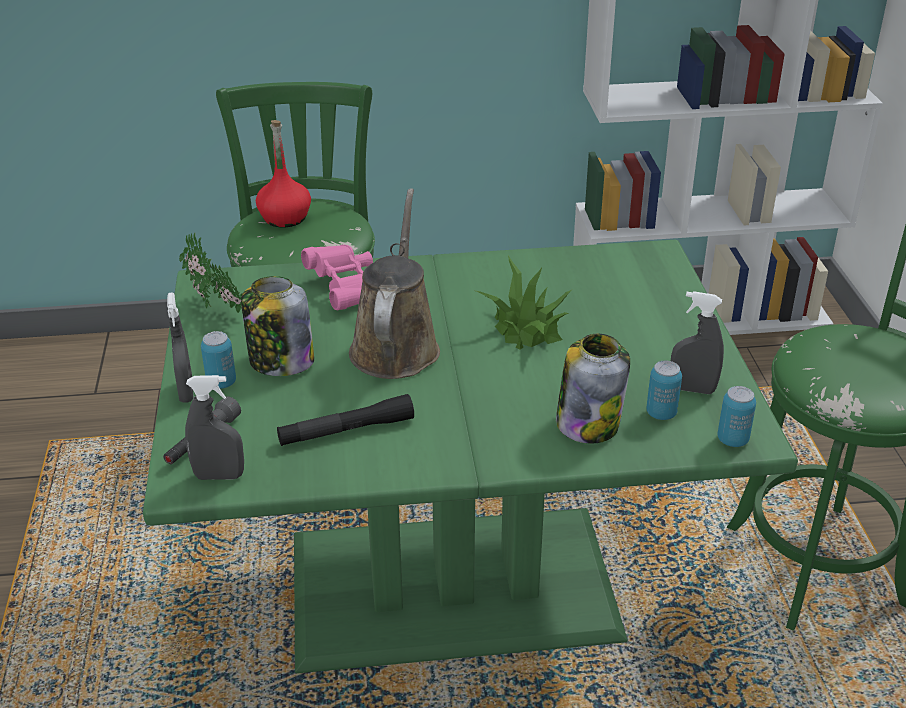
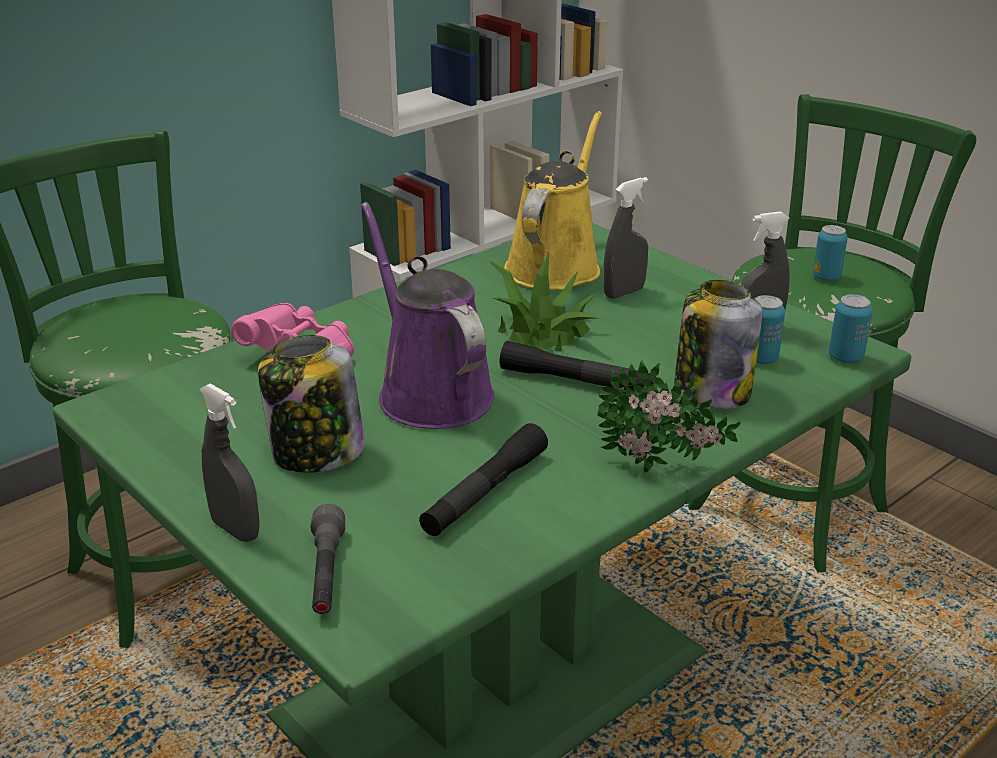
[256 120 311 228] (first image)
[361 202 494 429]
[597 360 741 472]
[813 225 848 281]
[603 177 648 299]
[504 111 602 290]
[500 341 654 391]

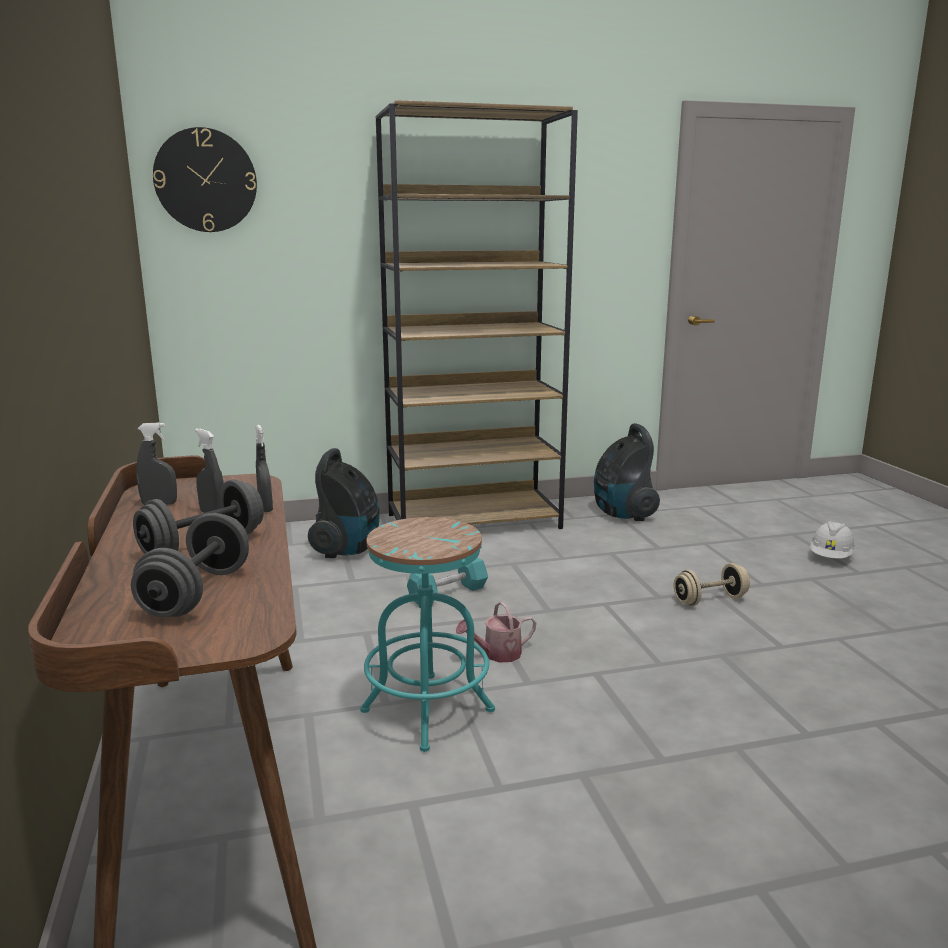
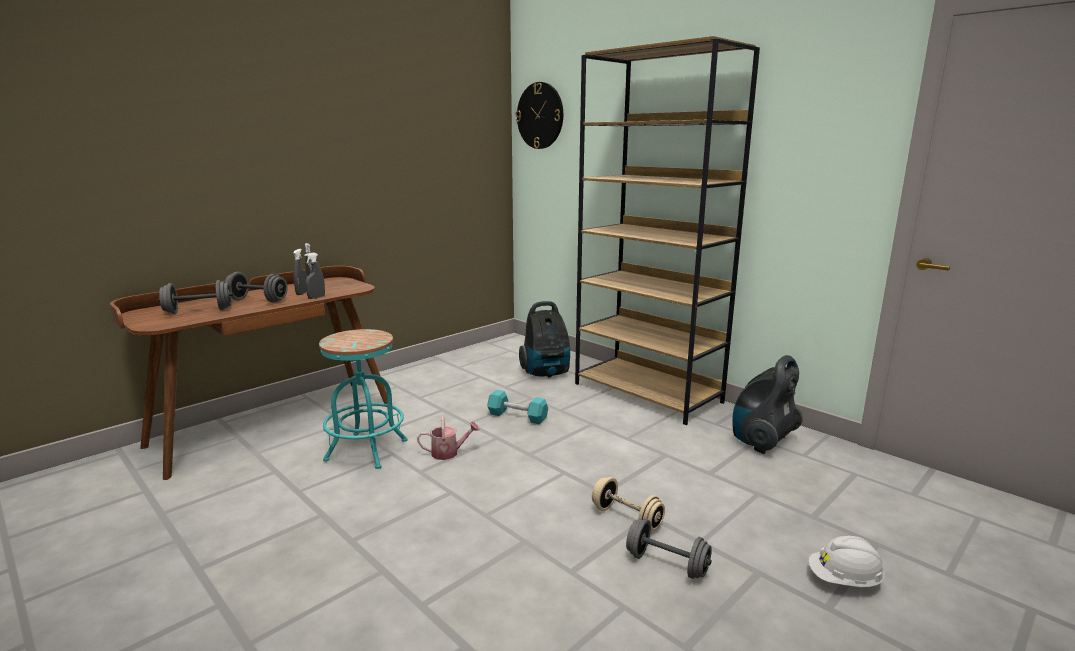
[417 416 480 460]
[626 519 712 579]

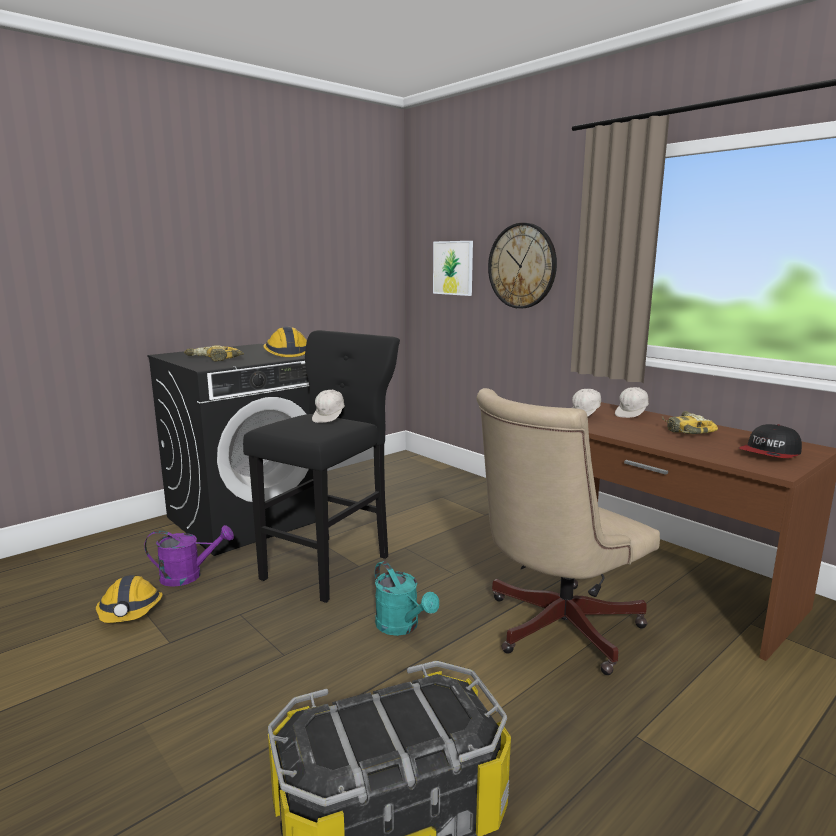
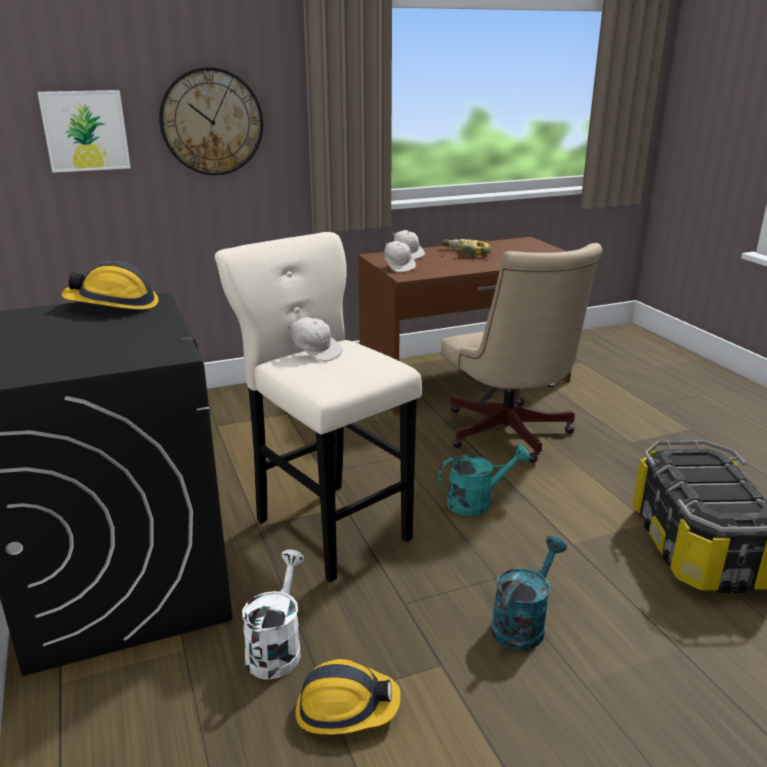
[215 232 422 582]
[184 346 244 361] (first image)
[739 424 802 458] (first image)
[242 549 304 680]
[491 536 567 651]

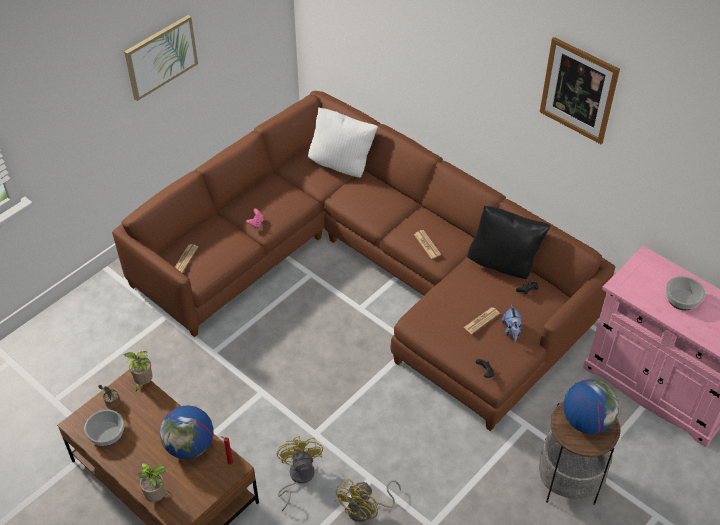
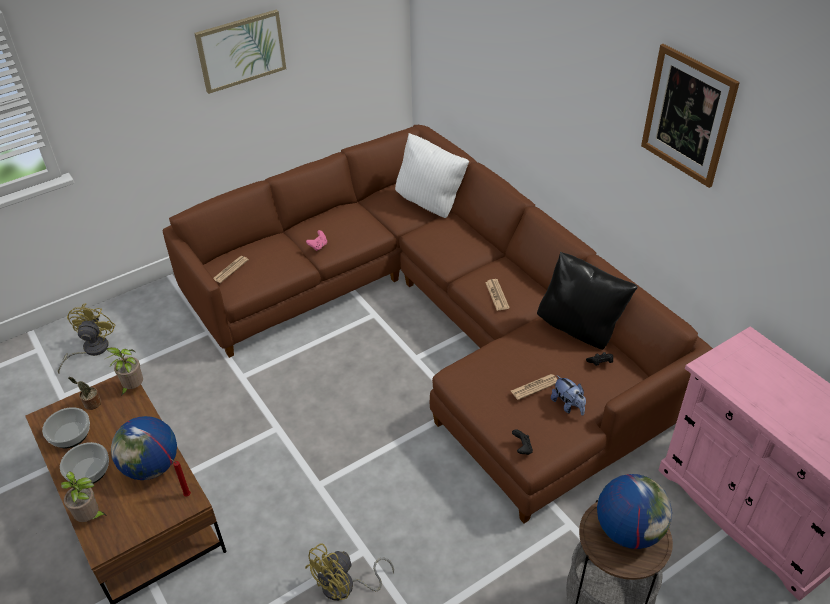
[60 442 109 484]
[551 375 586 416]
[58 303 115 373]

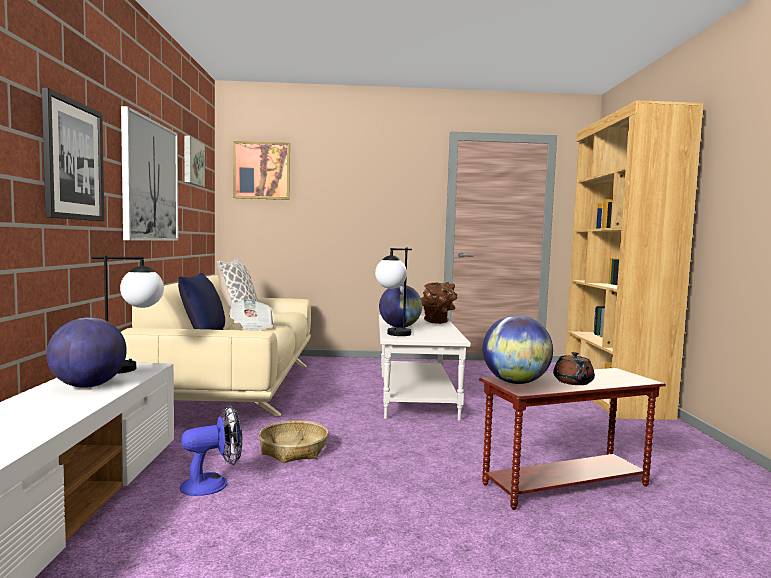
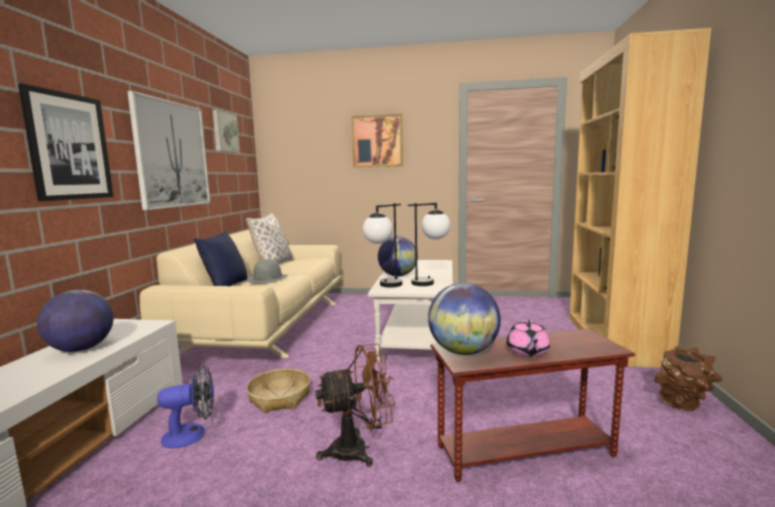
[351 114 403 168]
[408 203 450 286]
[654 346 723 411]
[247 259 288 284]
[507 320 550 357]
[315 343 395 467]

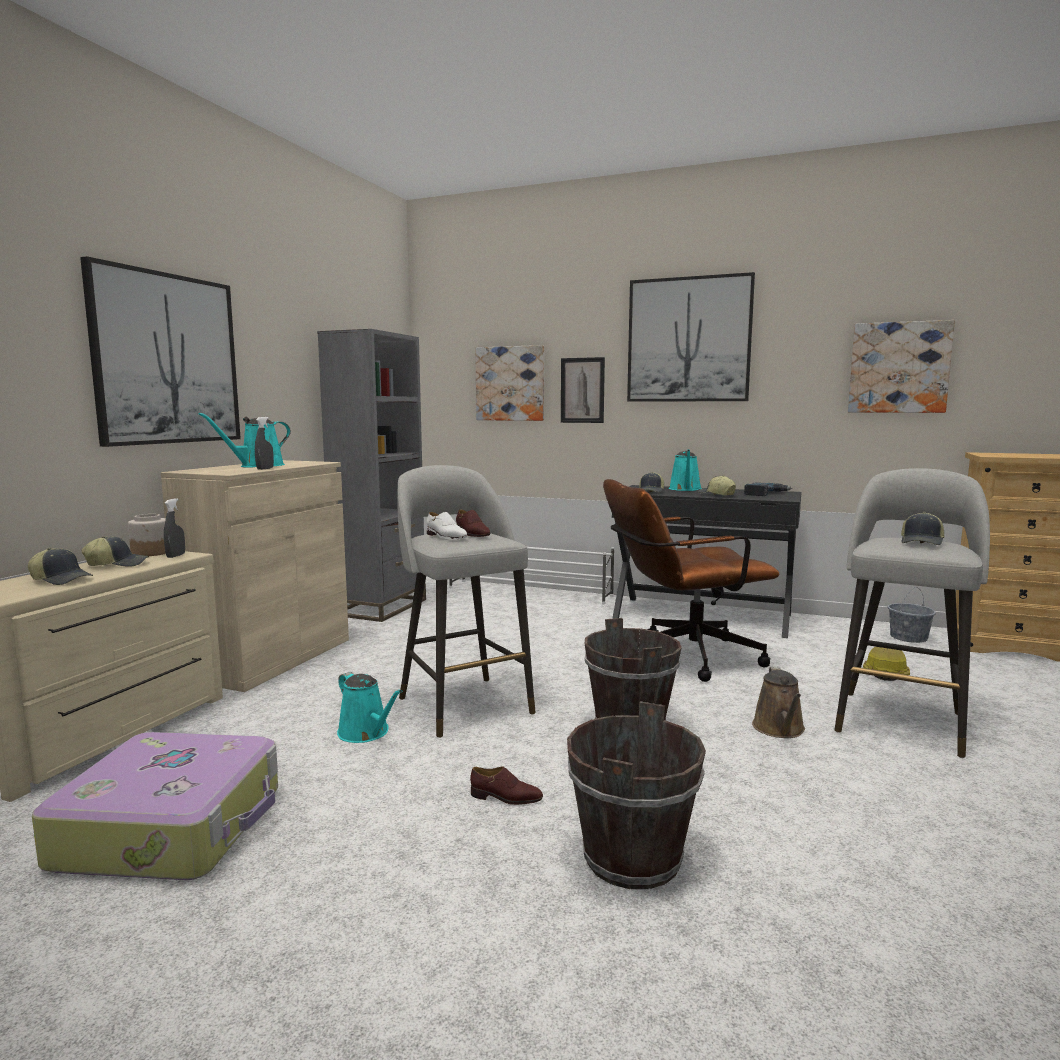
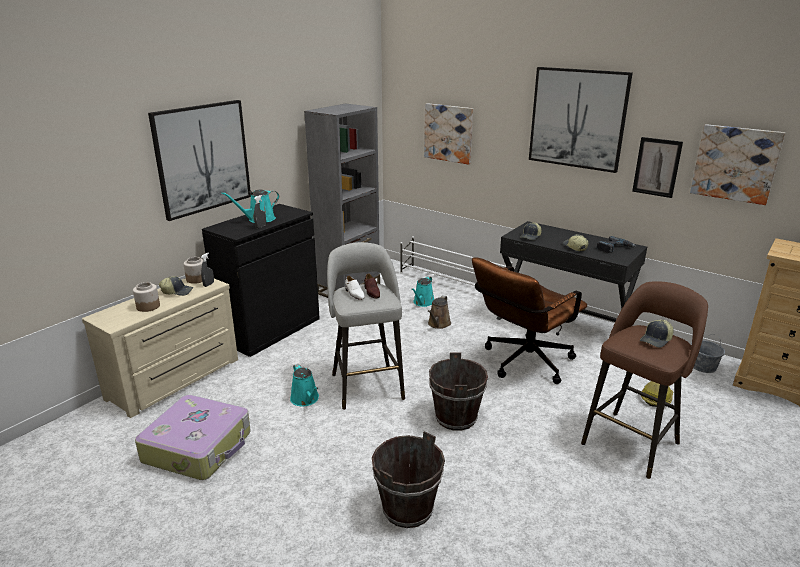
[632 137 683 198]
[411 276 434 307]
[202 204 320 357]
[581 281 708 479]
[472 257 587 384]
[133 282 160 312]
[428 296 451 329]
[470 766 543 805] (first image)

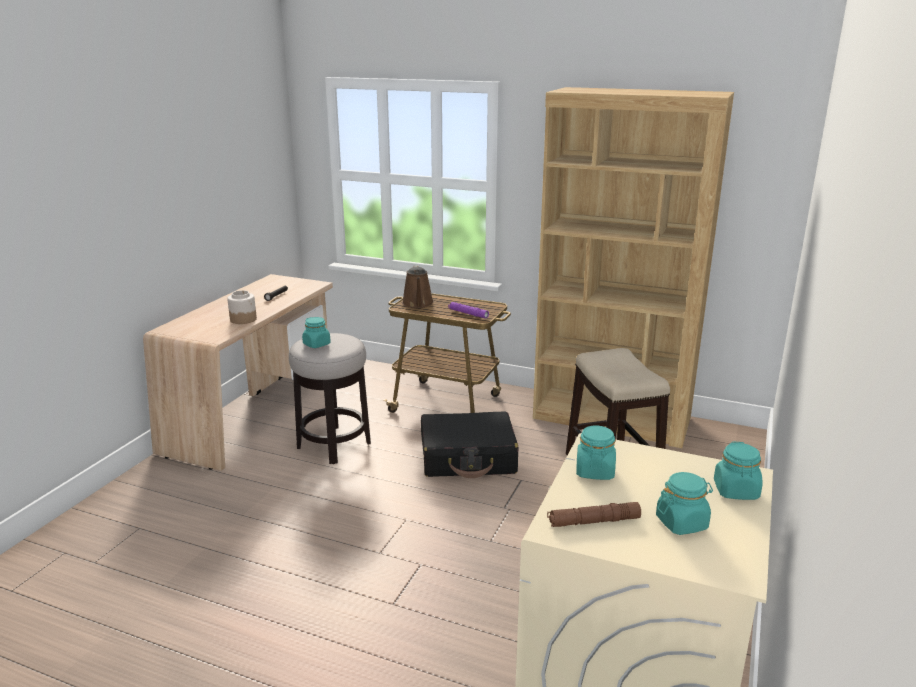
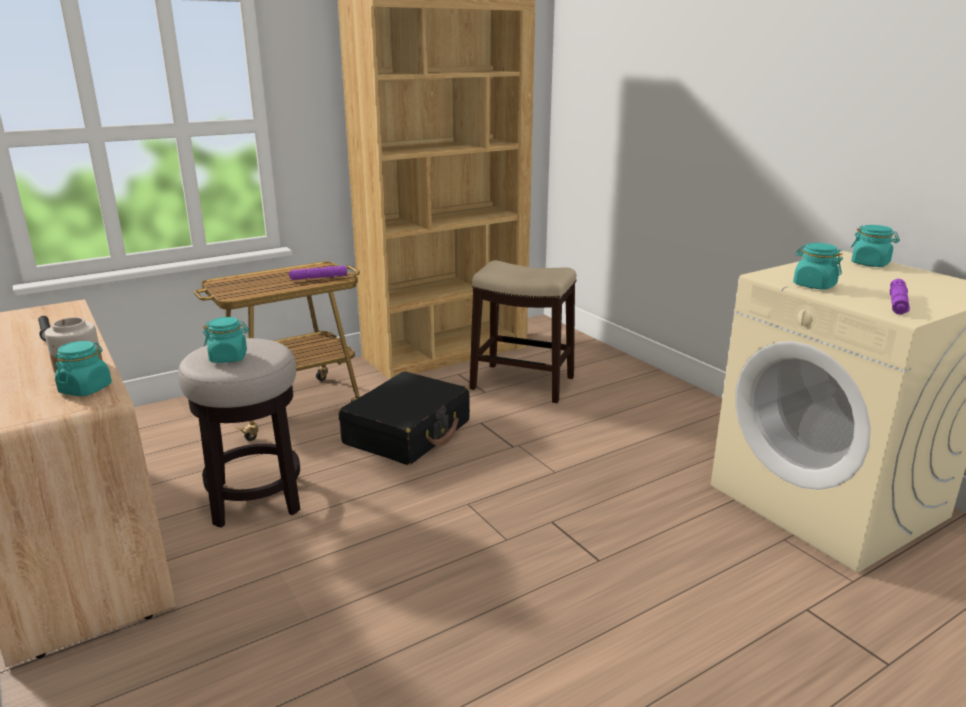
[402 265 434 308] (first image)
[55 341 112 396]
[890 279 910 315]

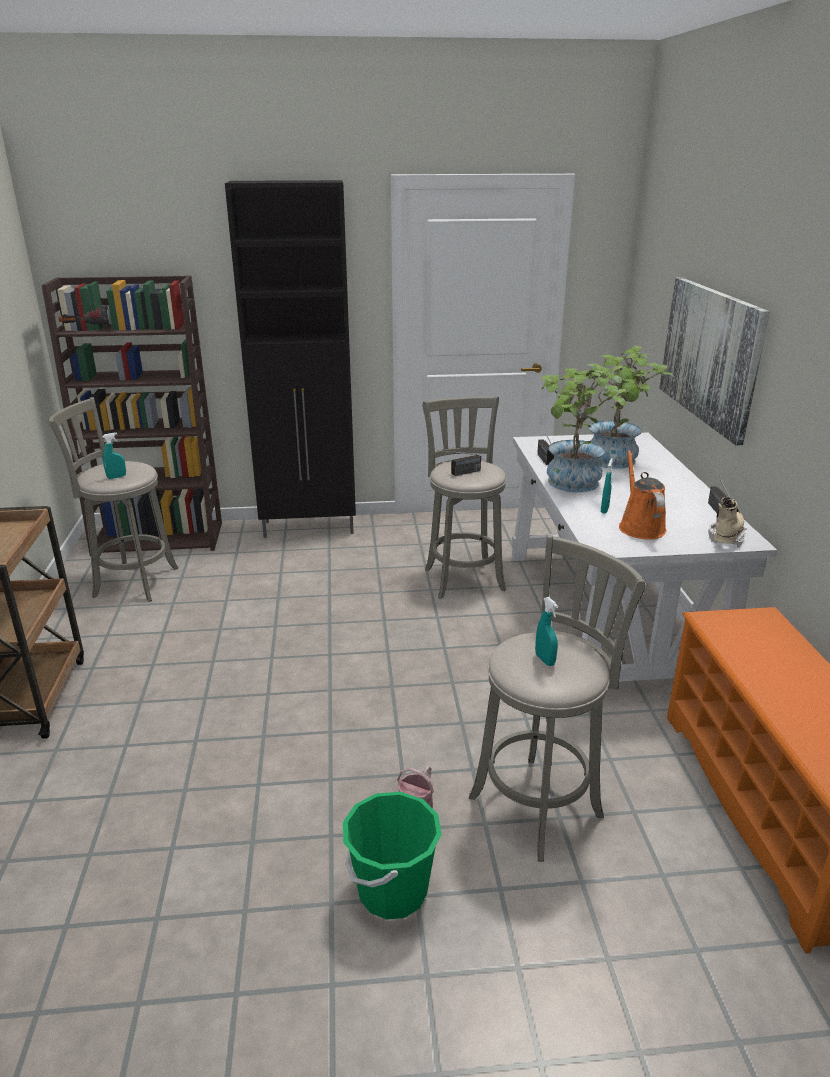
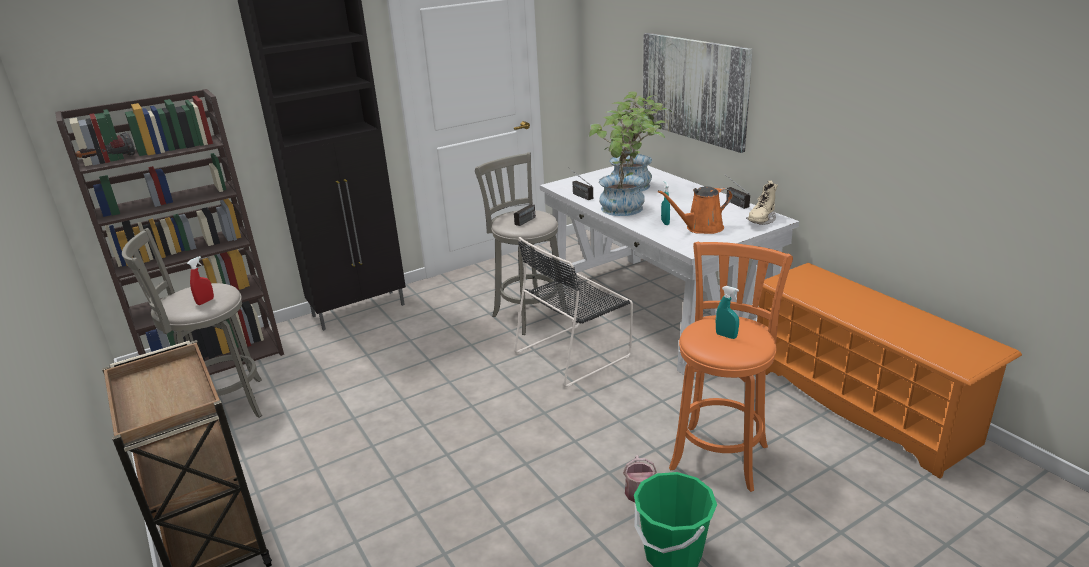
[187 256 214 305]
[658 186 733 234]
[746 181 778 225]
[669 241 793 492]
[514 237 633 387]

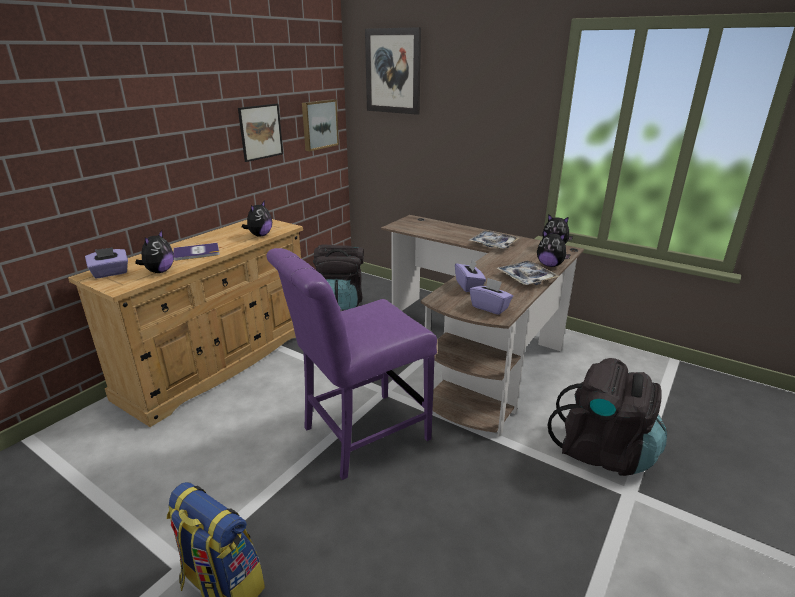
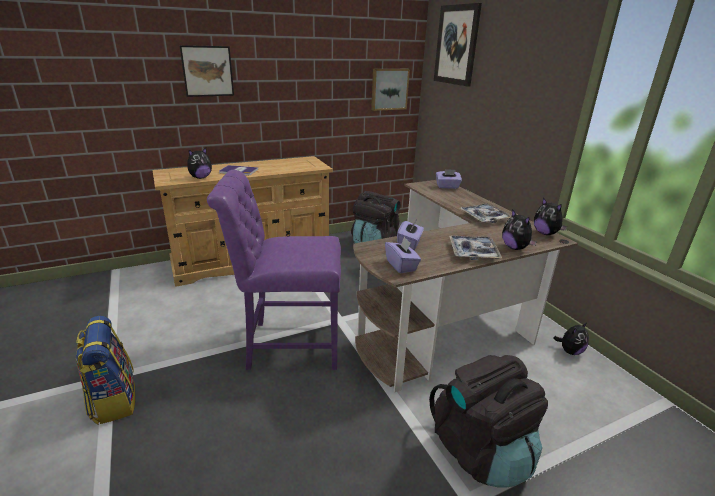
[179 45 234 97]
[554 322 589 355]
[436 169 462 189]

